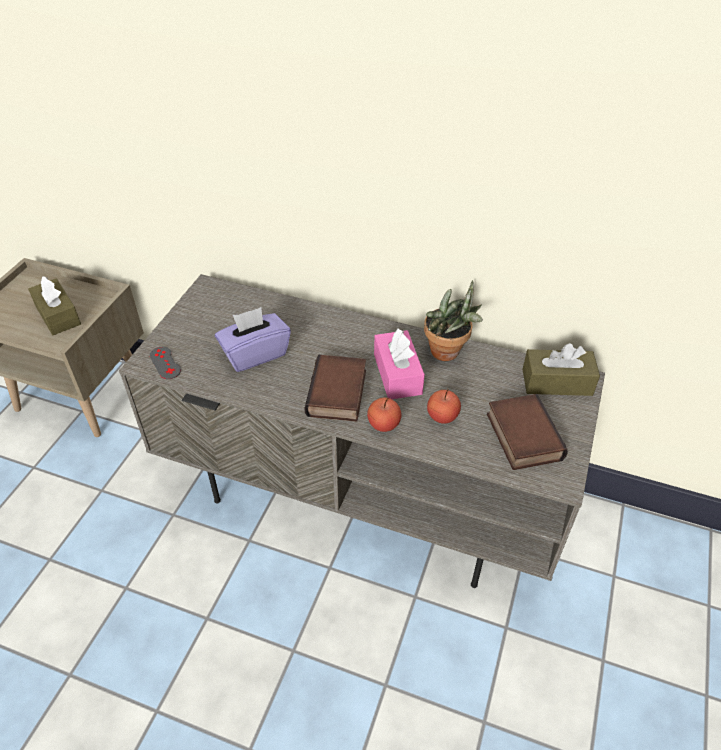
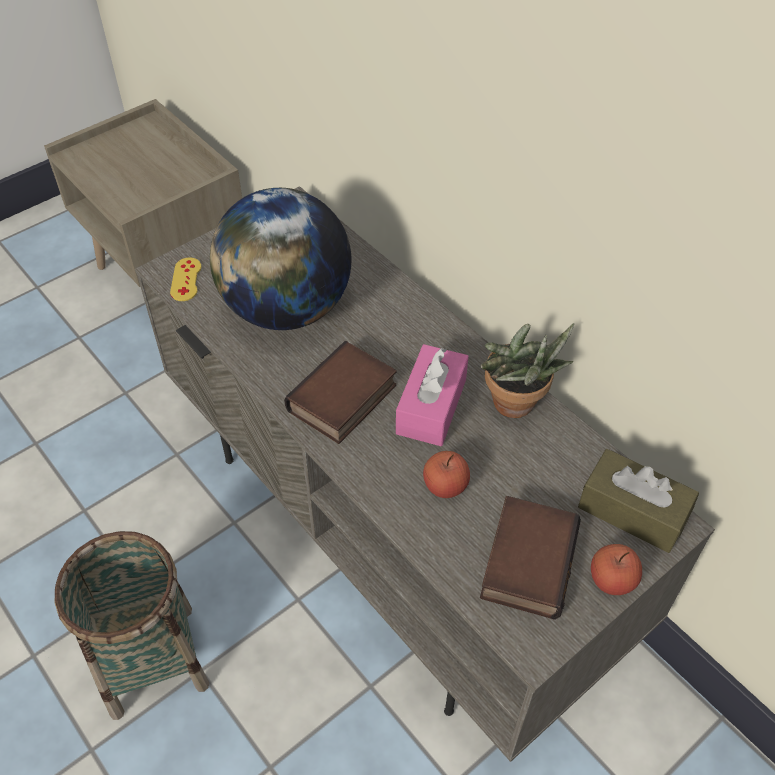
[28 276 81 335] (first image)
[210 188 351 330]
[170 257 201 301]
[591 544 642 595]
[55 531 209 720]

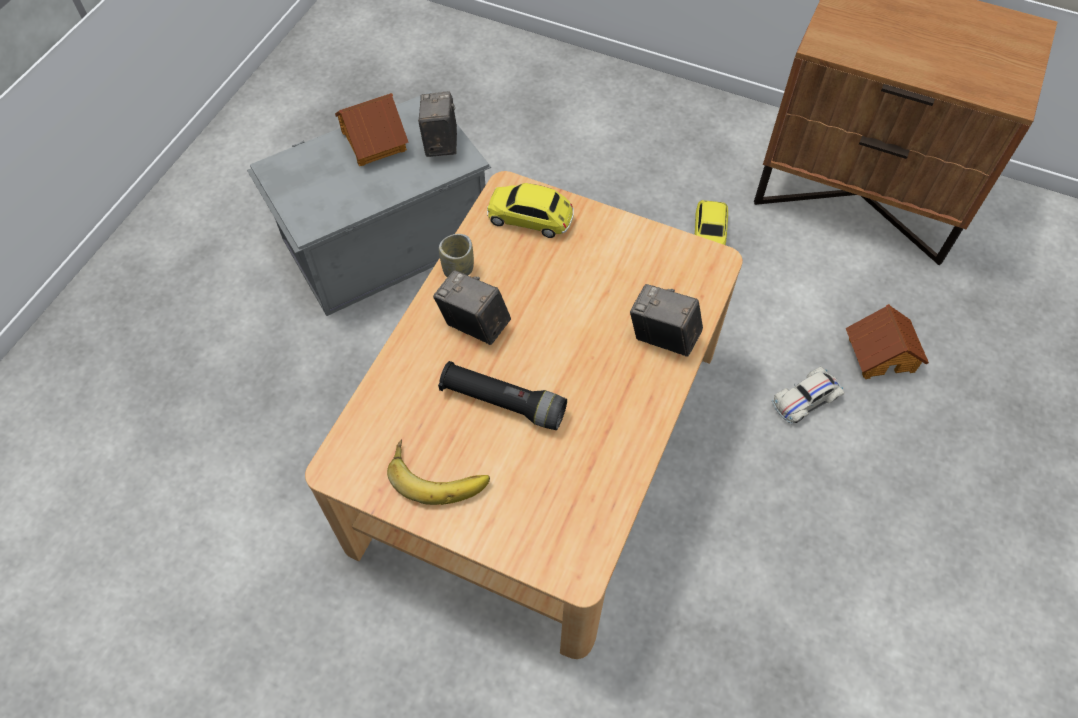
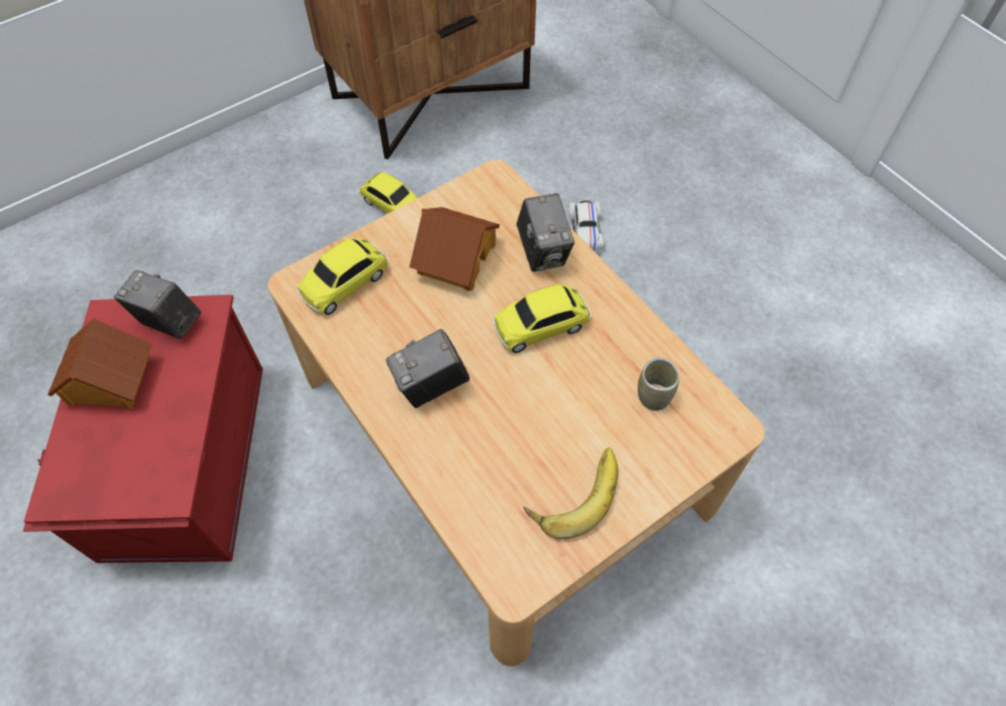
[23 295 263 563]
[638 358 679 411]
[516 193 575 272]
[409 207 500 291]
[438 361 567 430] (first image)
[494 284 591 353]

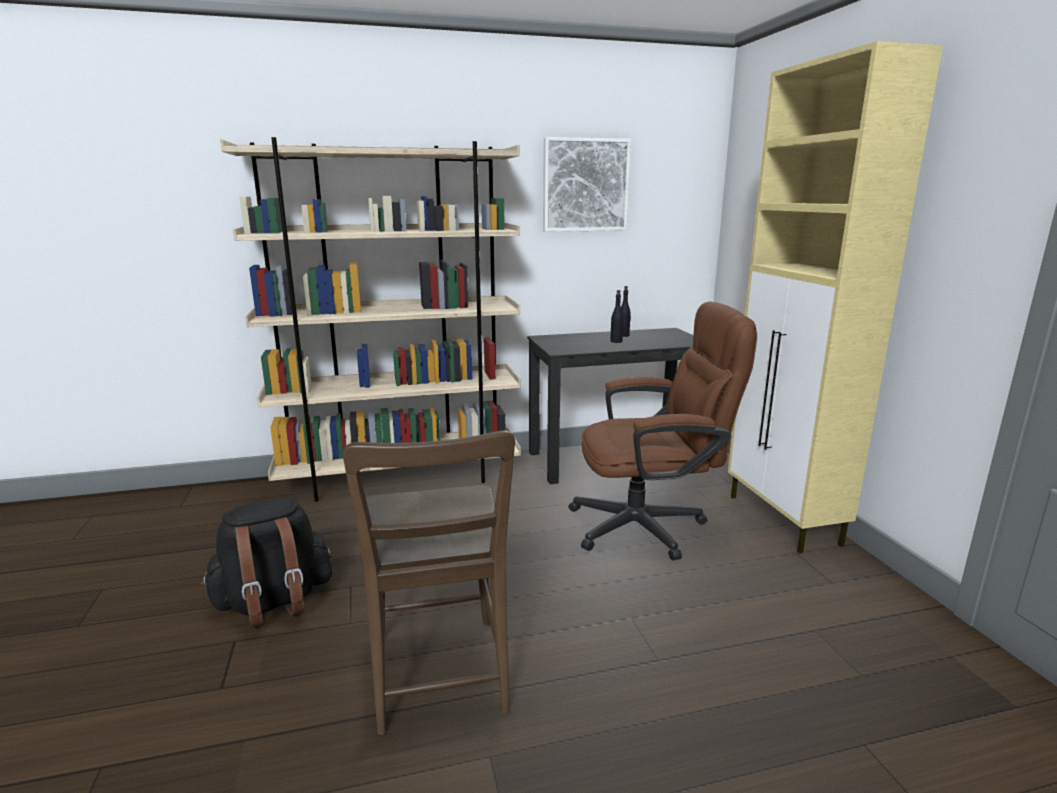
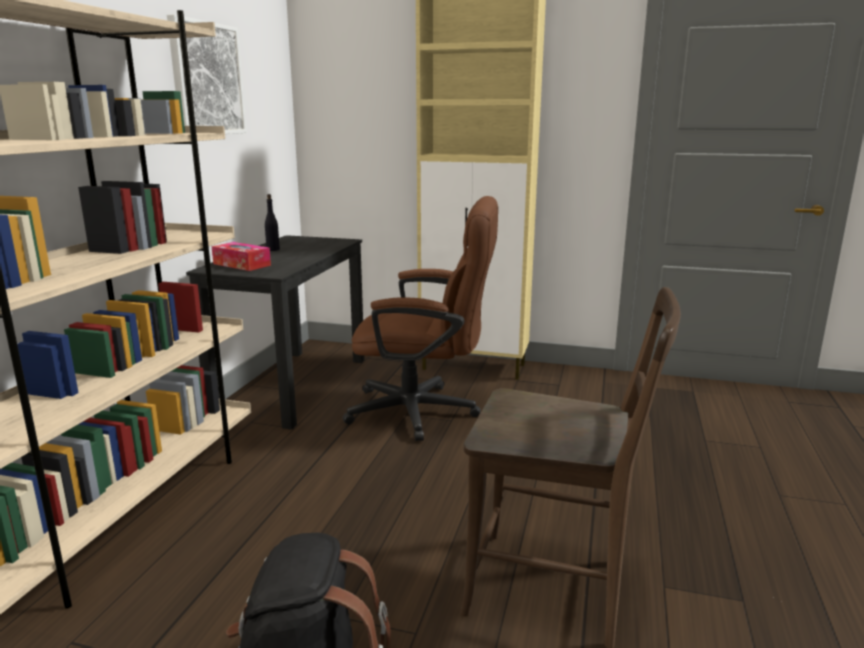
[610 290 623 343] (first image)
[342 196 498 441]
[212 242 271 271]

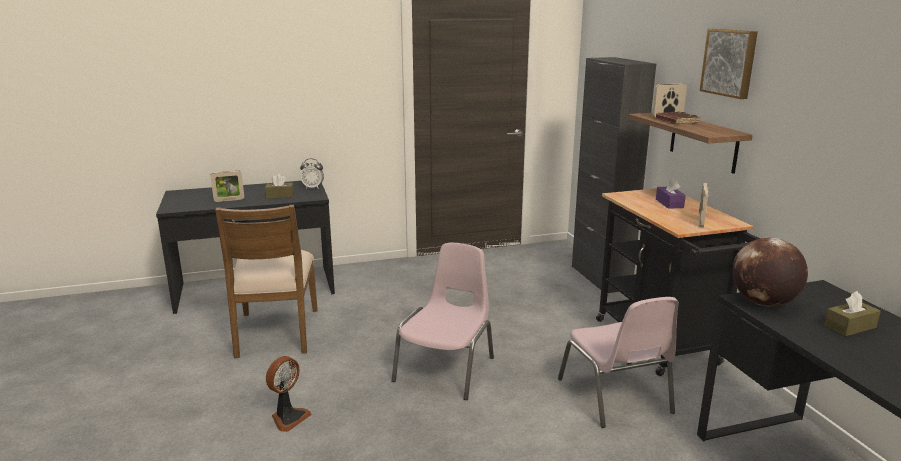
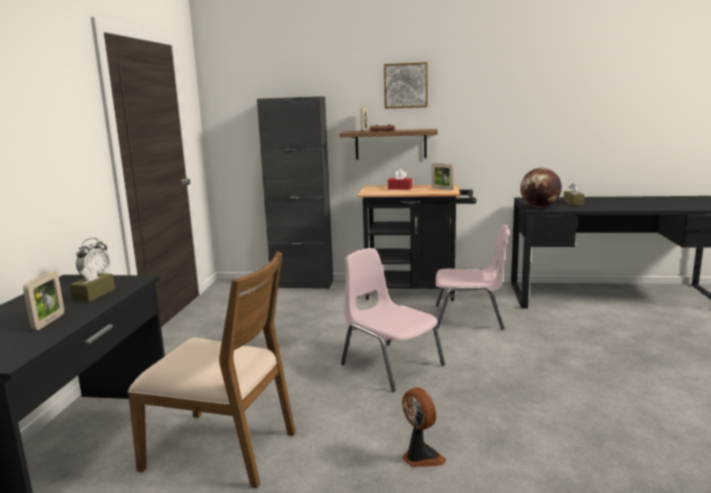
[388 169 413 190]

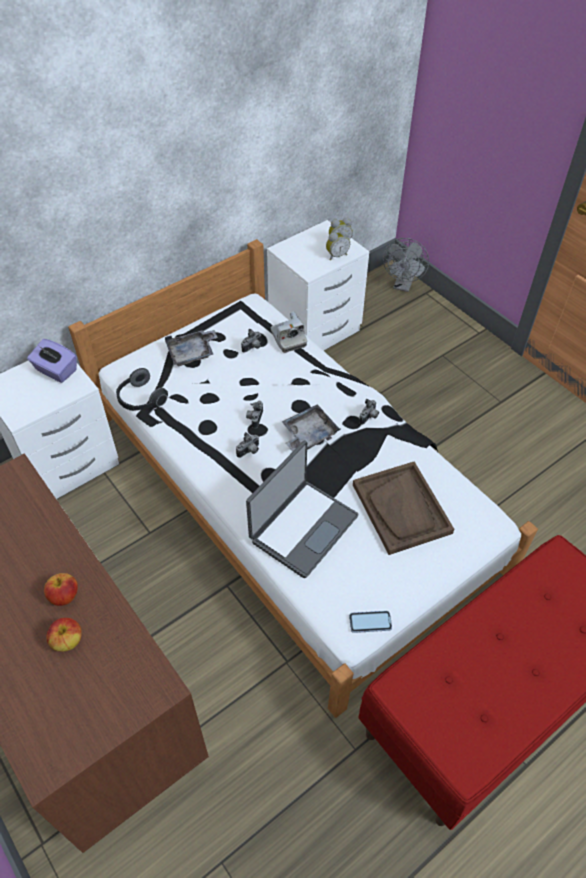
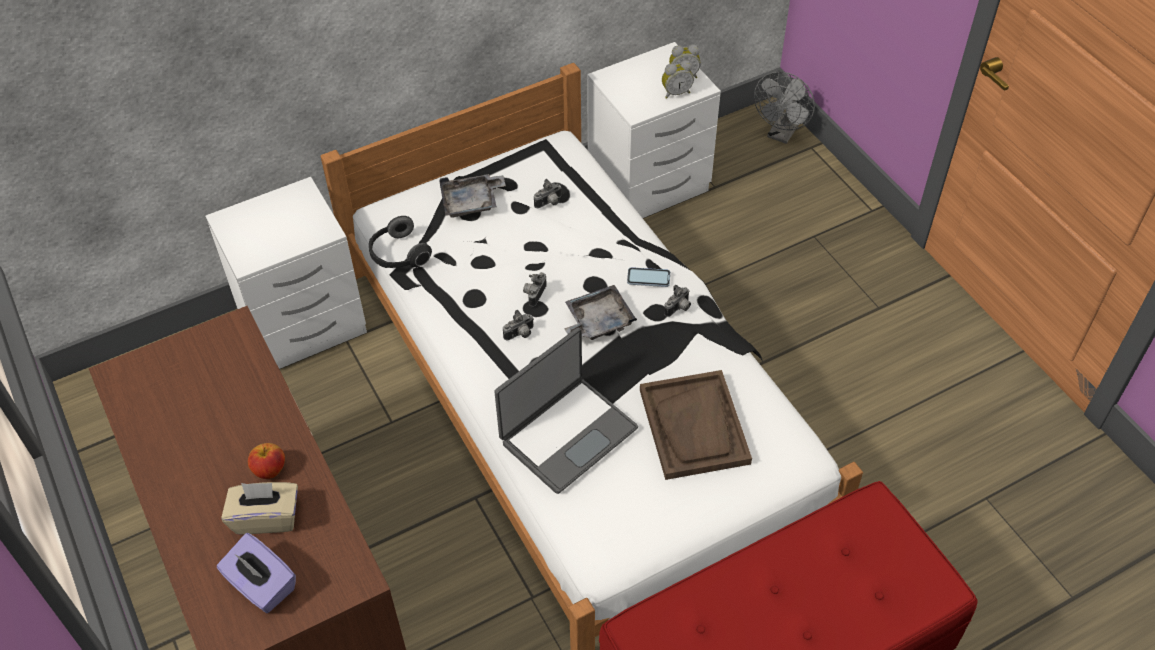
[271 311 307 353] (first image)
[217 533 296 613]
[627 267 670 287]
[221 482 298 534]

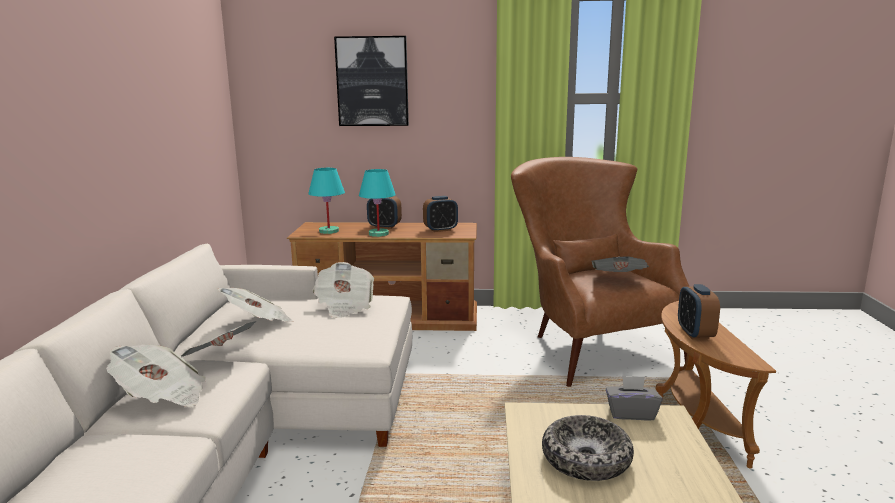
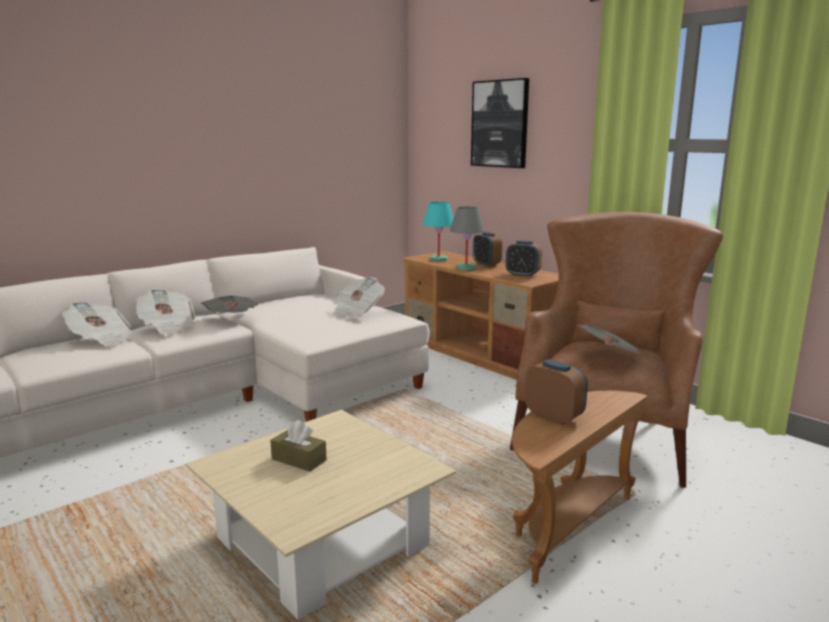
[450 206 484 270]
[525 359 588 425]
[62 301 134 347]
[606 375 662 421] (first image)
[270 420 327 472]

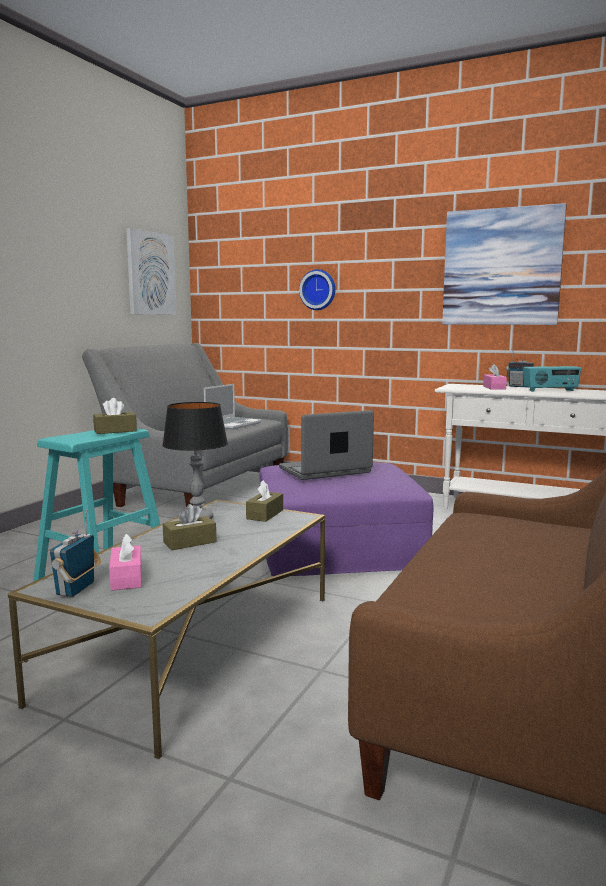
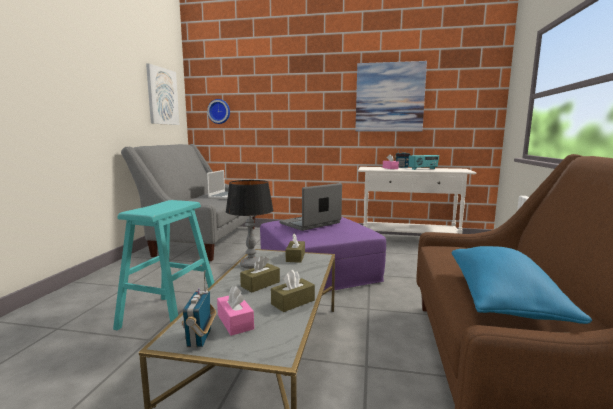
[207 99 230 124]
[271 270 315 312]
[452 246 592 324]

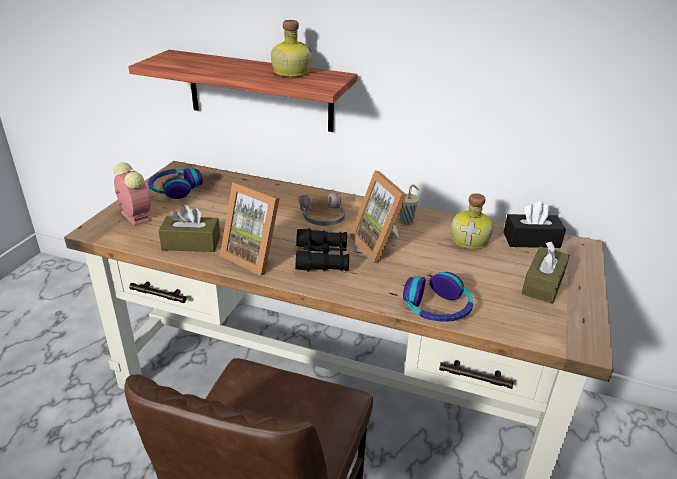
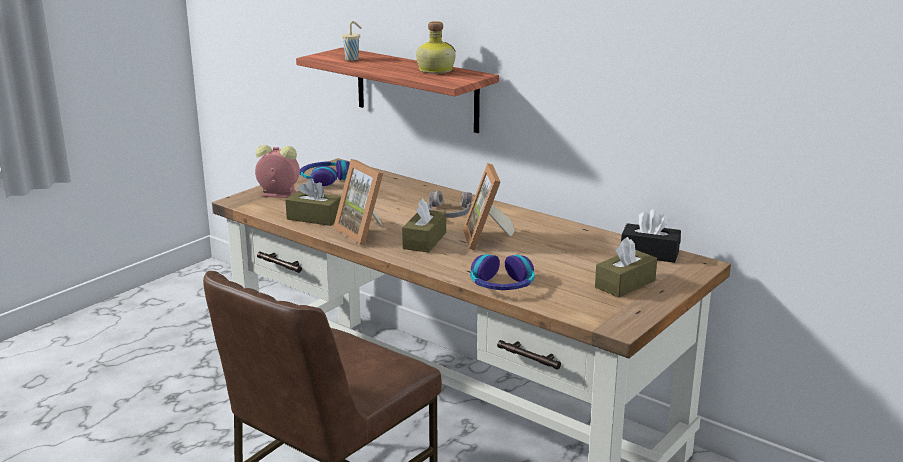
[255 145 300 198]
[342 21 362 61]
[451 193 494 249] (first image)
[402 198 446 253]

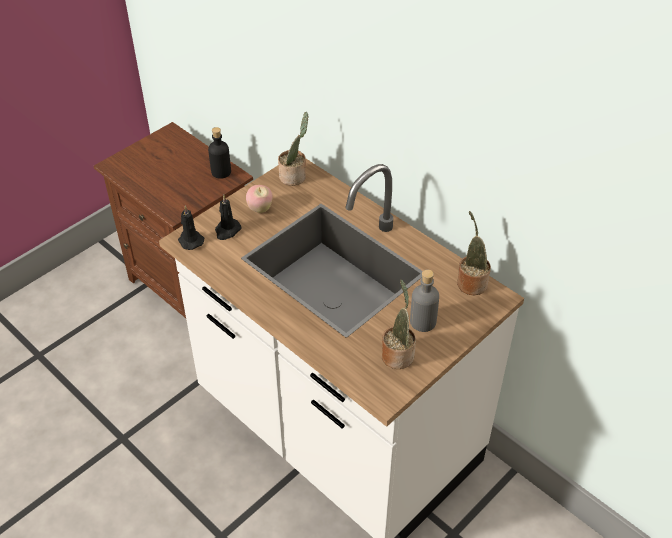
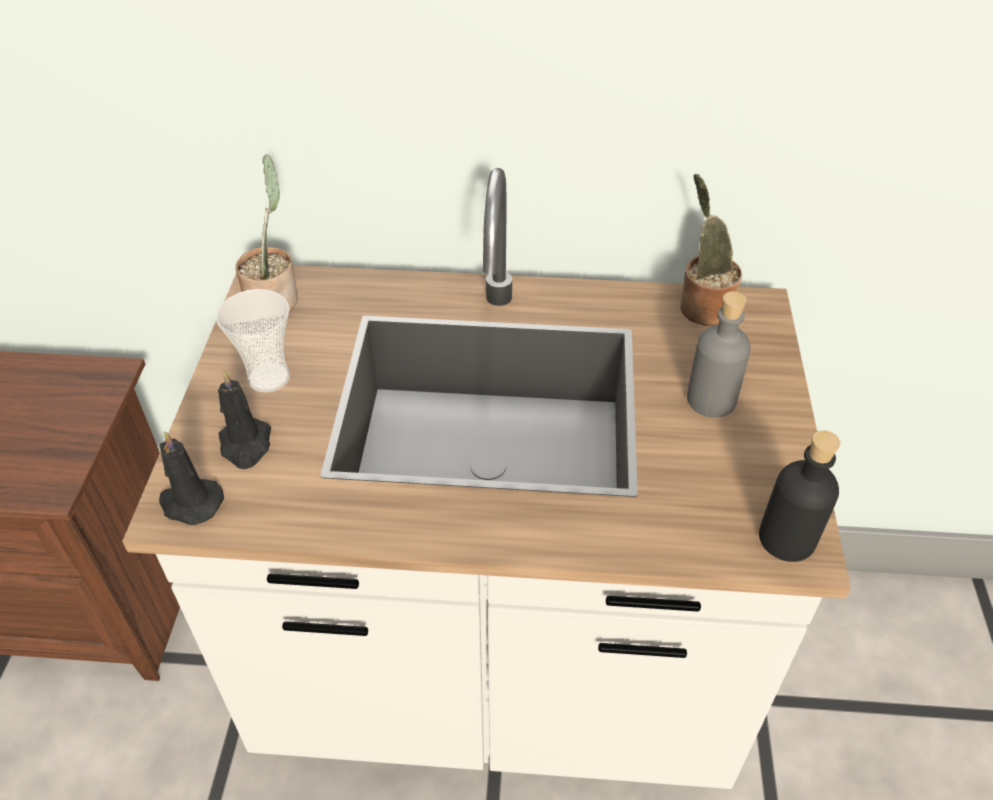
[759 430 840 562]
[216 289 290 392]
[382 280 416 369] (first image)

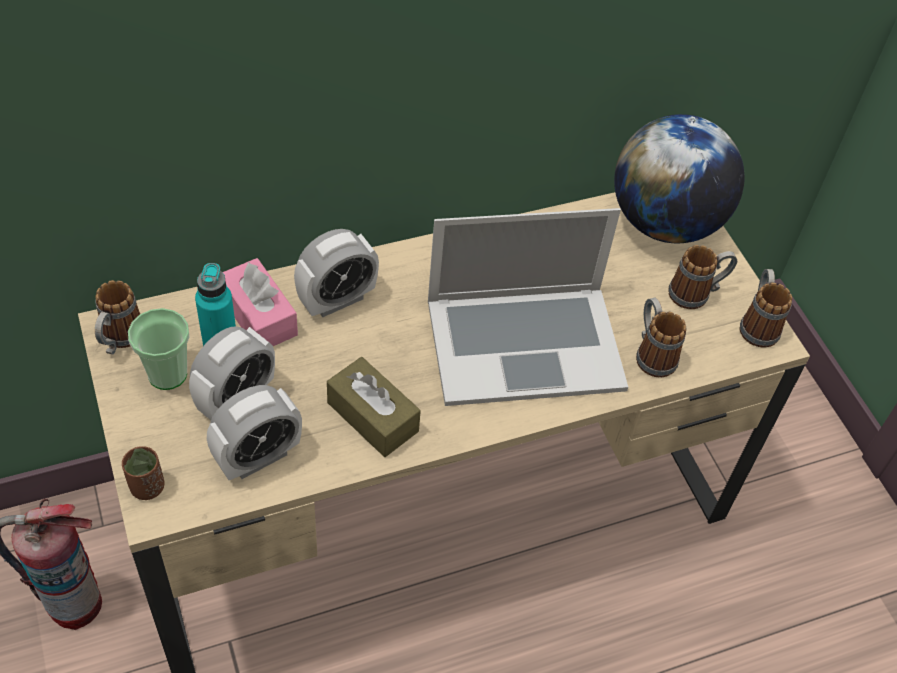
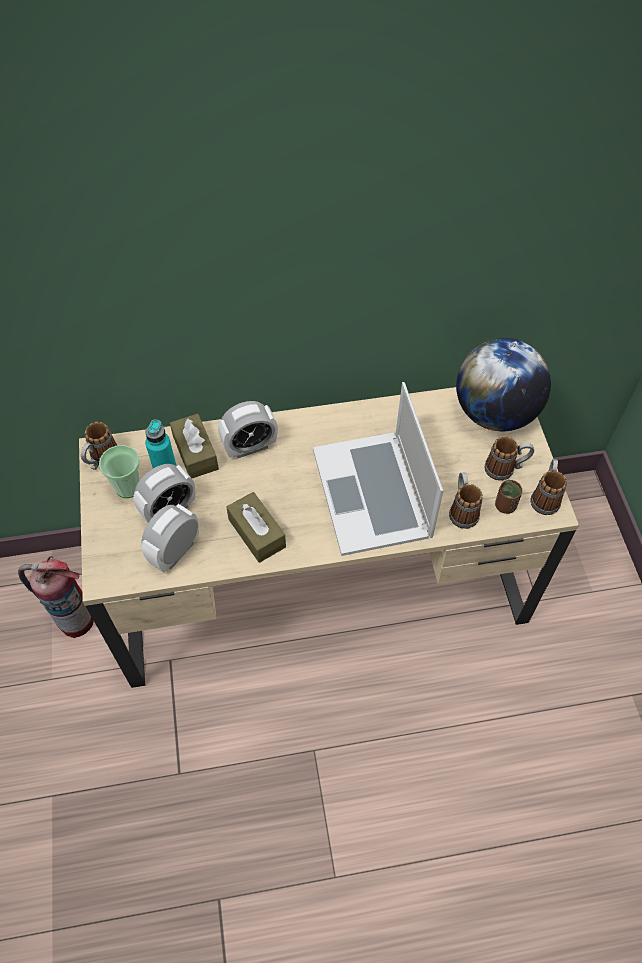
[313 382 443 556]
[170 413 219 478]
[142 504 199 573]
[495 480 522 514]

